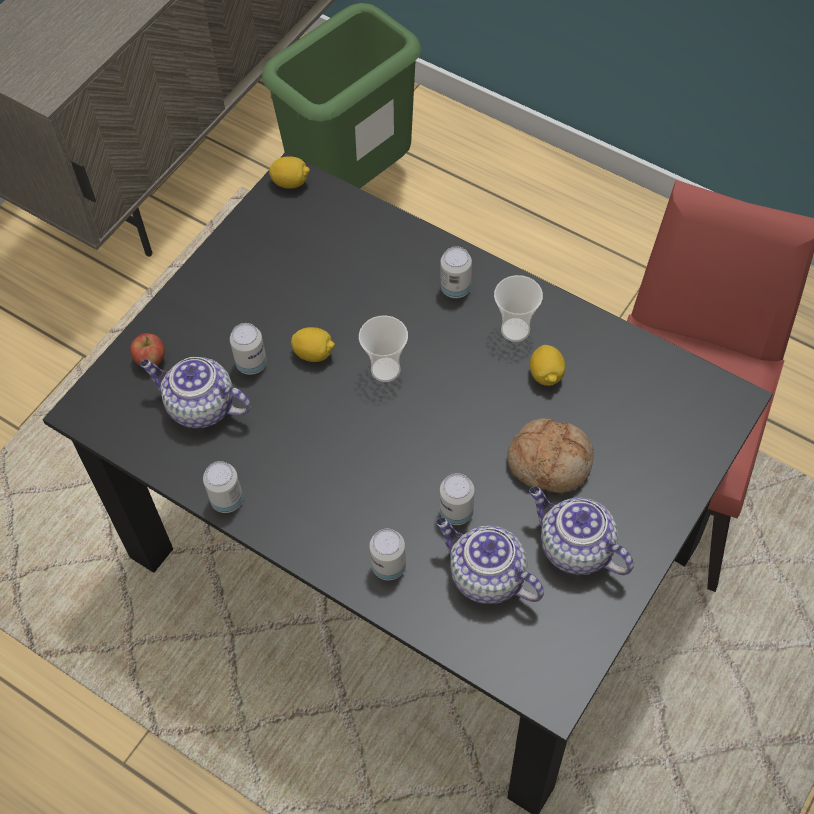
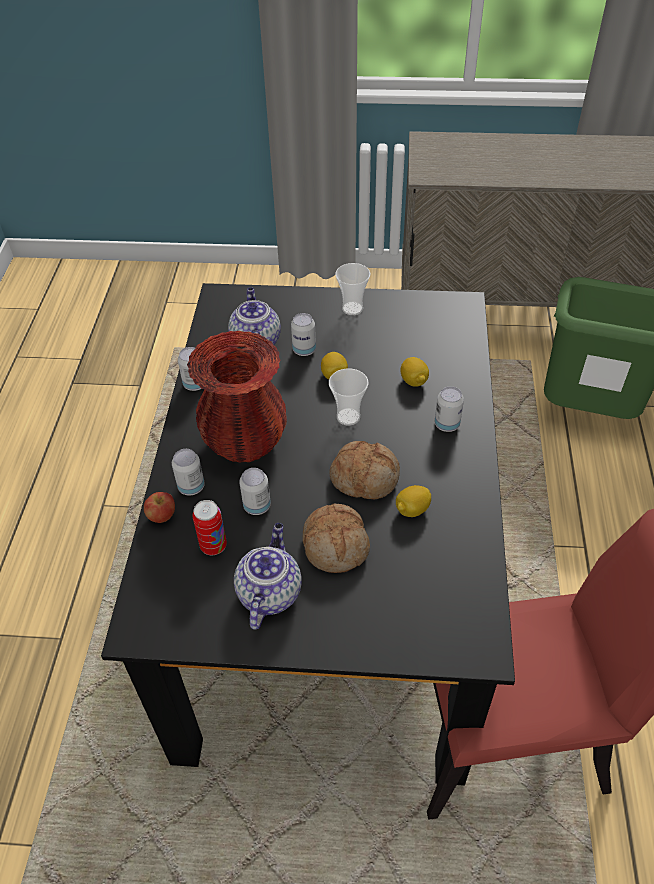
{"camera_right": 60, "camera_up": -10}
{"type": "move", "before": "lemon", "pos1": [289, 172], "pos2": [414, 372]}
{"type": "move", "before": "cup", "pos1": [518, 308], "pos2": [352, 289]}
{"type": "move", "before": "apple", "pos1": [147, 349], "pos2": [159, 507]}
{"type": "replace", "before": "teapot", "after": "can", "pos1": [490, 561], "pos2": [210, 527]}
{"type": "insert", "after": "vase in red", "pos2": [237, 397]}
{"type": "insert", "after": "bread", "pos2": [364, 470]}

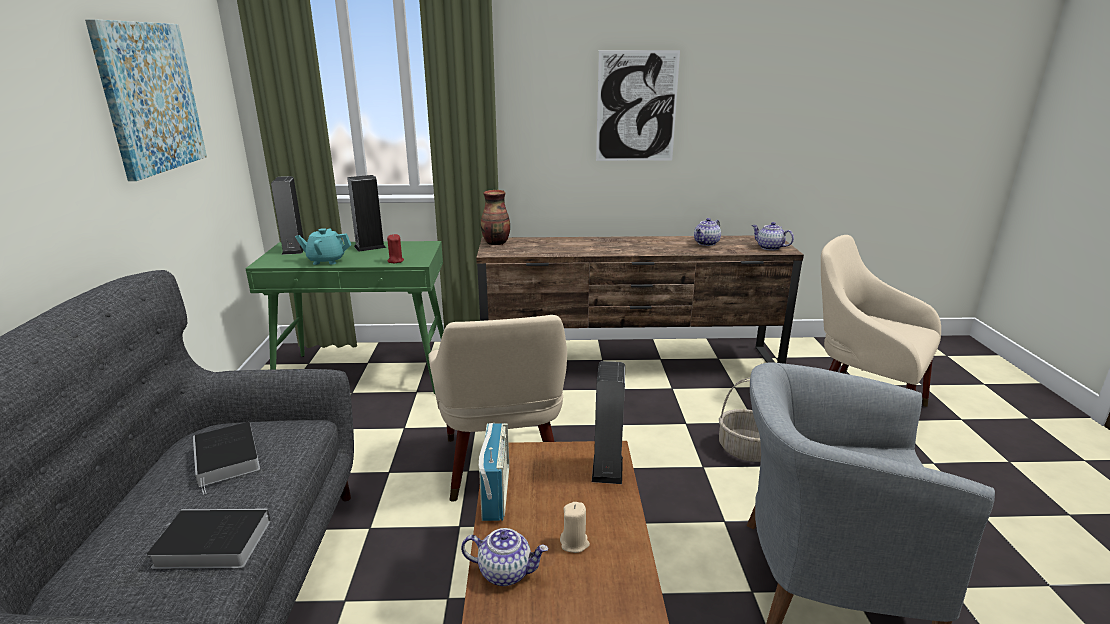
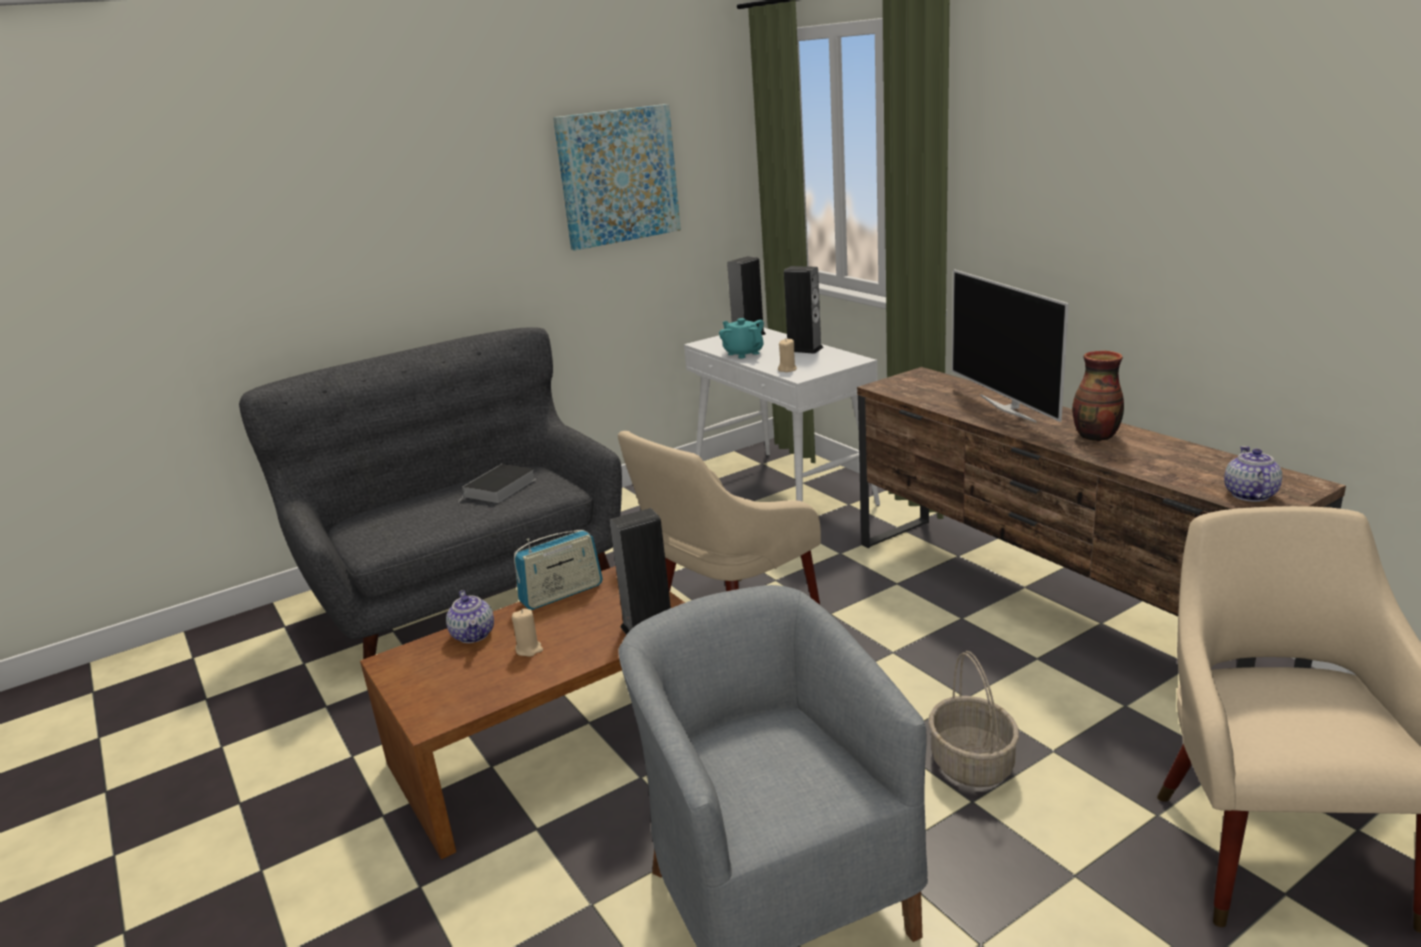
{"camera_right": 60, "camera_up": 0}
{"type": "delete", "before": "picture", "pos1": [638, 105]}
{"type": "move", "before": "vase", "pos1": [495, 217], "pos2": [1098, 396]}
{"type": "delete", "before": "teapot", "pos1": [707, 232]}
{"type": "recolor", "before": "candle in red", "after": "candle in beige", "pos1": [395, 248], "pos2": [787, 355]}
{"type": "recolor", "before": "console table in green", "after": "console table in white", "pos1": [344, 317], "pos2": [782, 417]}
{"type": "delete", "before": "book", "pos1": [209, 539]}
{"type": "insert", "after": "television", "pos2": [1010, 346]}

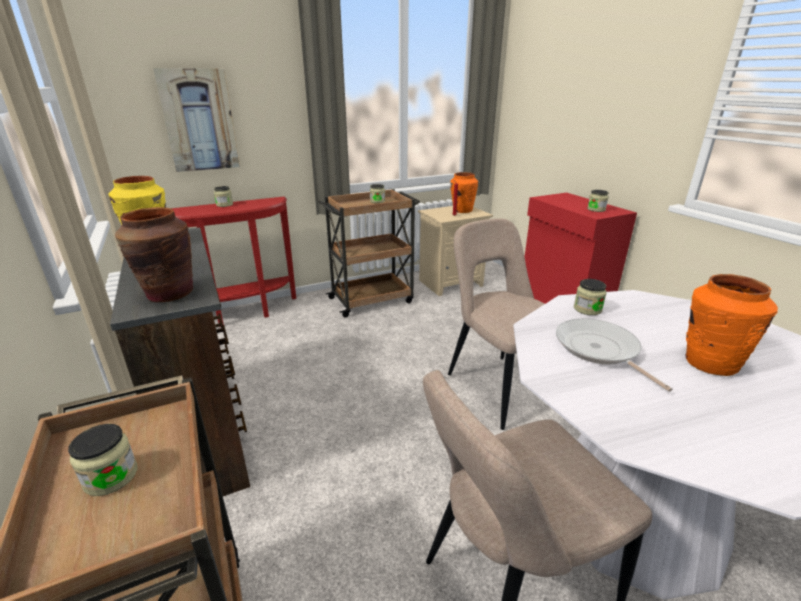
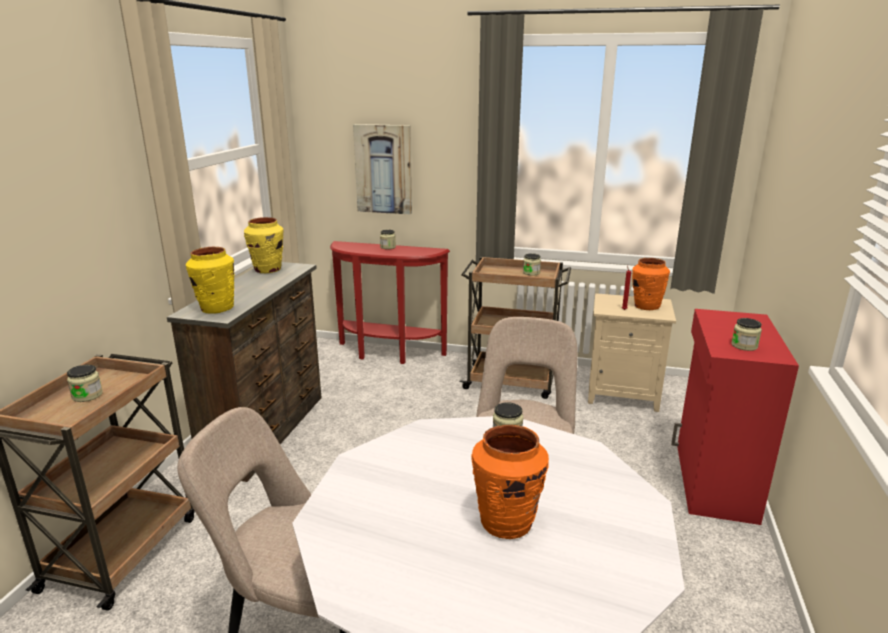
{"camera_right": 40, "camera_up": -5}
{"type": "recolor", "before": "vase in brown", "after": "vase in yellow", "pos1": [154, 254], "pos2": [210, 280]}
{"type": "delete", "before": "frying pan", "pos1": [614, 355]}

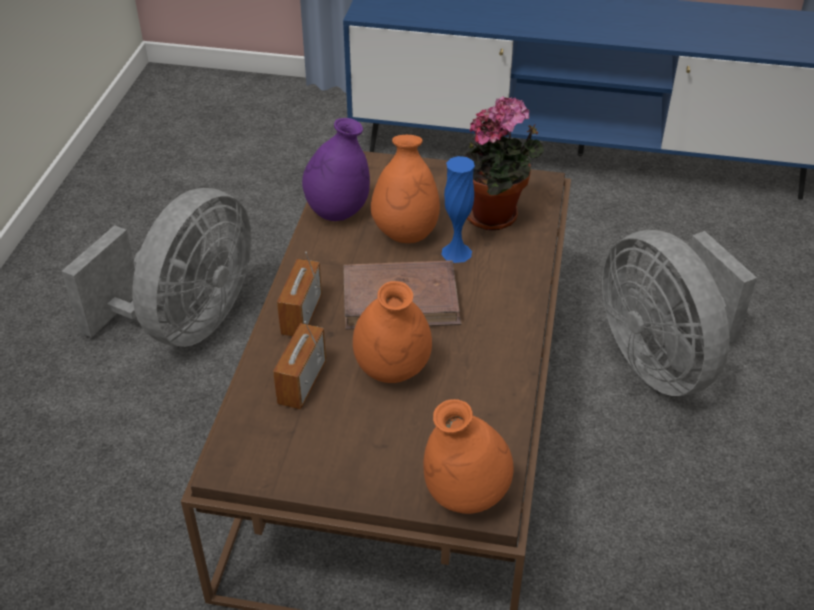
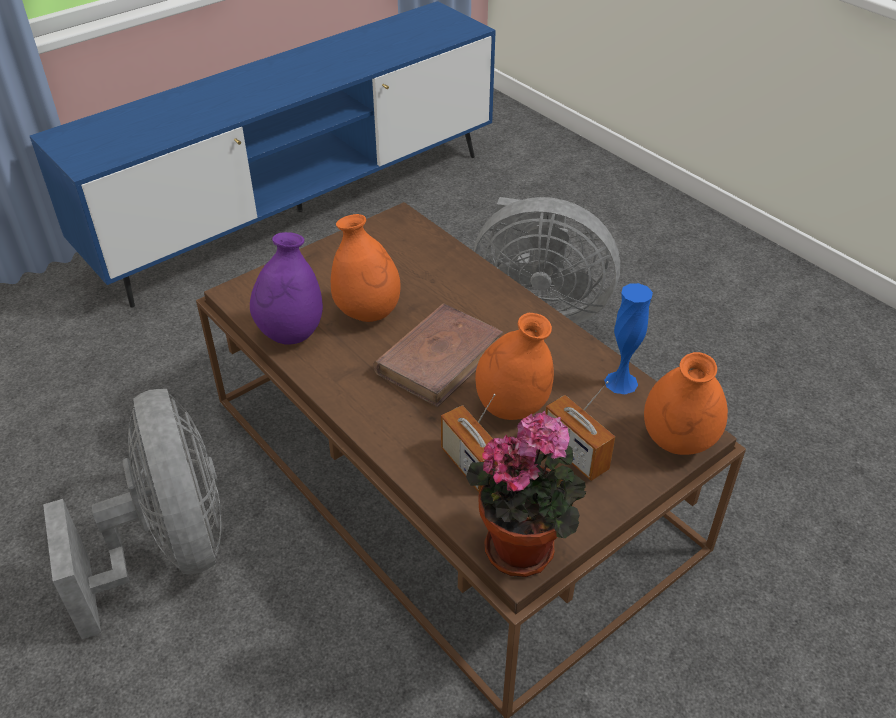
{"camera_right": -50, "camera_up": 0}
{"type": "move", "before": "potted plant", "pos1": [504, 163], "pos2": [526, 494]}
{"type": "move", "before": "vase in blue", "pos1": [458, 209], "pos2": [628, 338]}
{"type": "move", "before": "radio", "pos1": [299, 294], "pos2": [580, 431]}

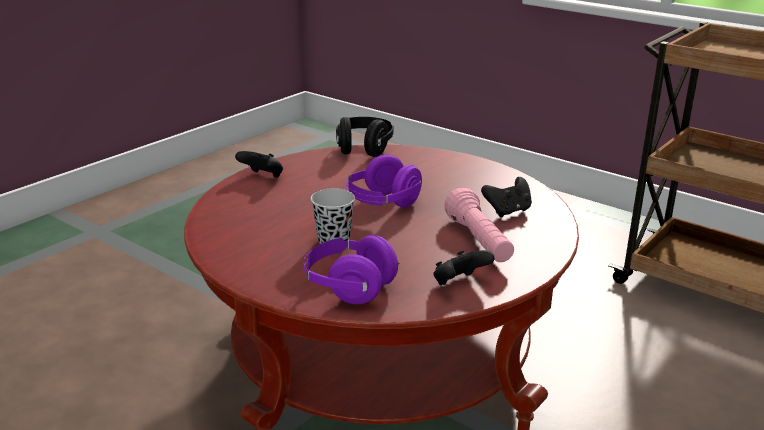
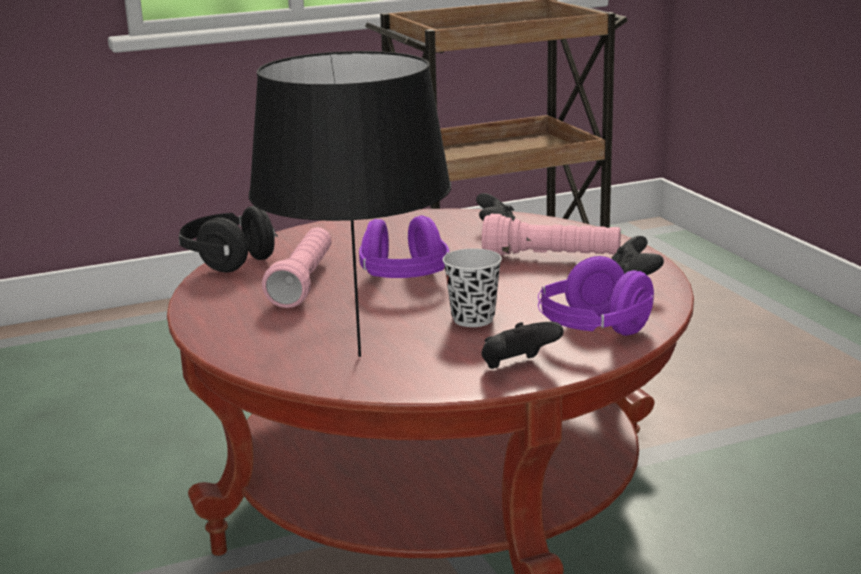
{"camera_right": -60, "camera_up": -5}
{"type": "move", "before": "game controller in black", "pos1": [259, 164], "pos2": [522, 345]}
{"type": "insert", "after": "table lamp in black", "pos2": [350, 204]}
{"type": "insert", "after": "flashlight in pink", "pos2": [297, 267]}

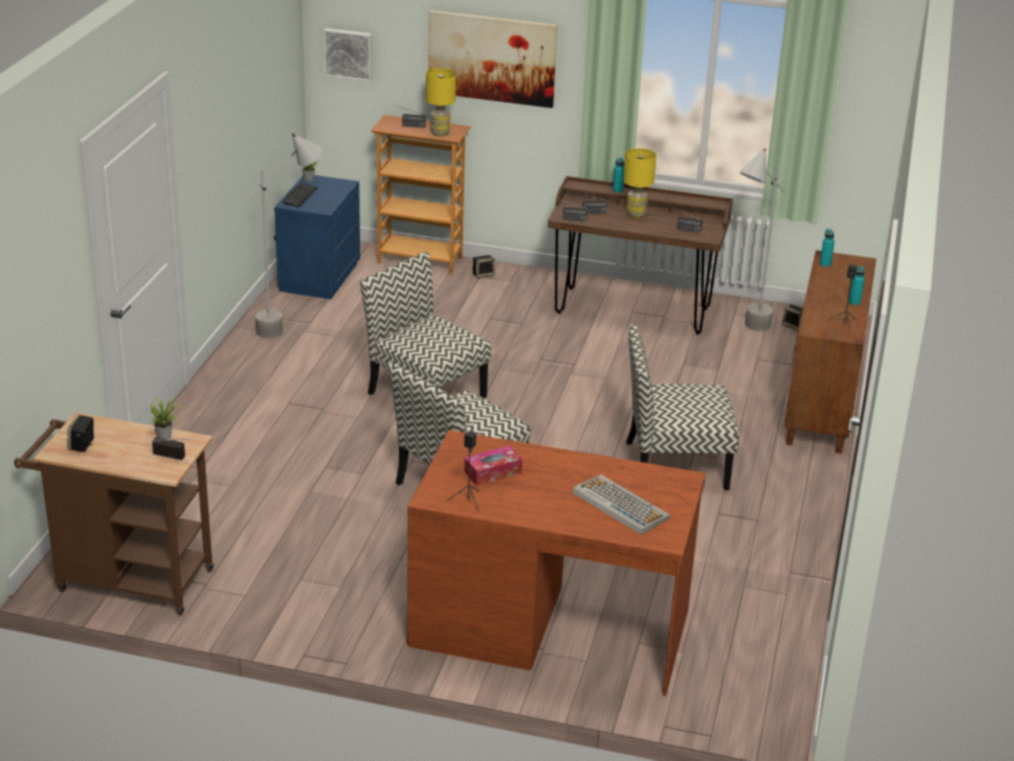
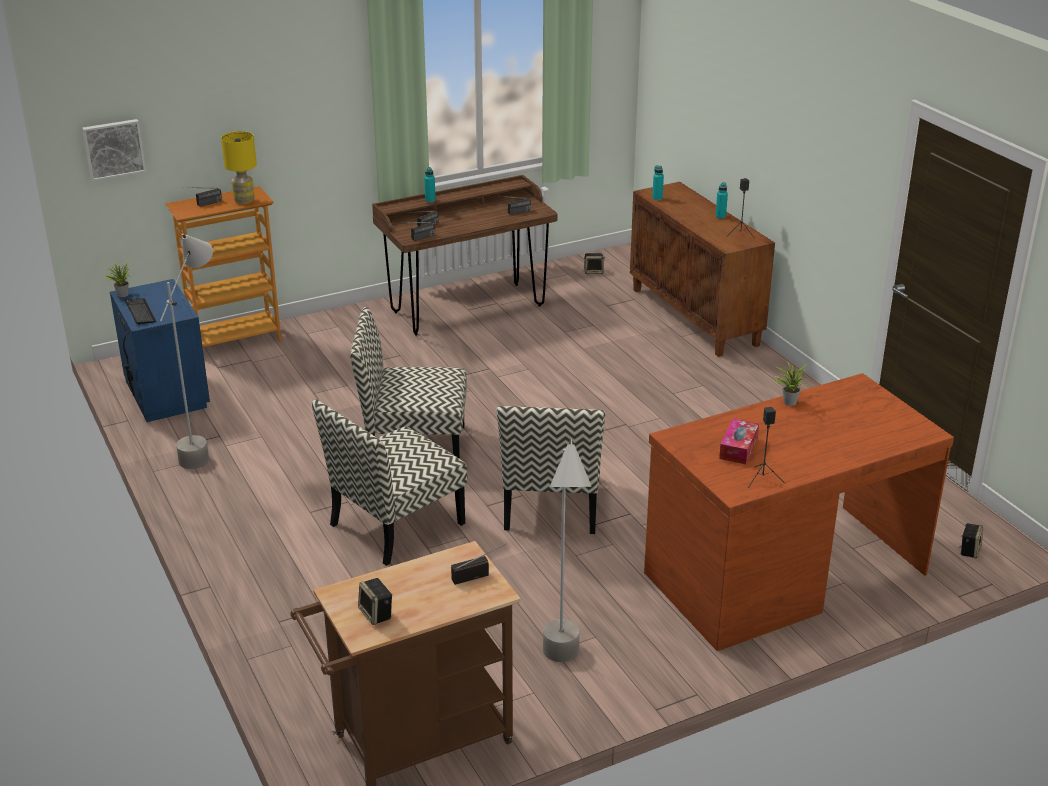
{"camera_right": -40, "camera_up": 0}
{"type": "delete", "before": "picture", "pos1": [492, 59]}
{"type": "delete", "before": "table lamp in yellow", "pos1": [639, 183]}
{"type": "move", "before": "floor lamp in grey", "pos1": [762, 239], "pos2": [567, 550]}
{"type": "move", "before": "speaker", "pos1": [484, 267], "pos2": [971, 540]}
{"type": "move", "before": "chair", "pos1": [682, 407], "pos2": [389, 483]}
{"type": "move", "before": "potted plant", "pos1": [164, 418], "pos2": [790, 383]}
{"type": "delete", "before": "keyboard", "pos1": [622, 505]}

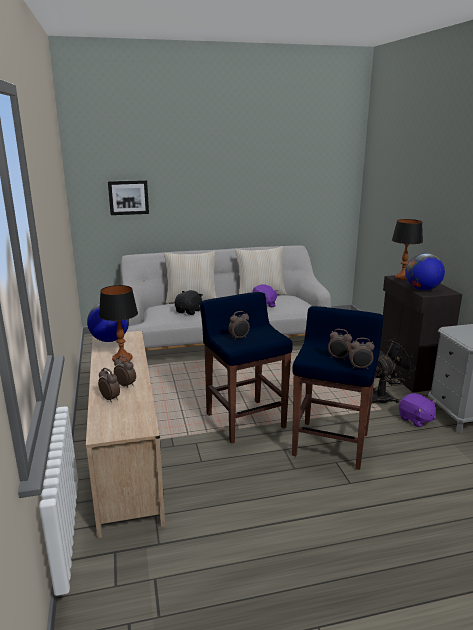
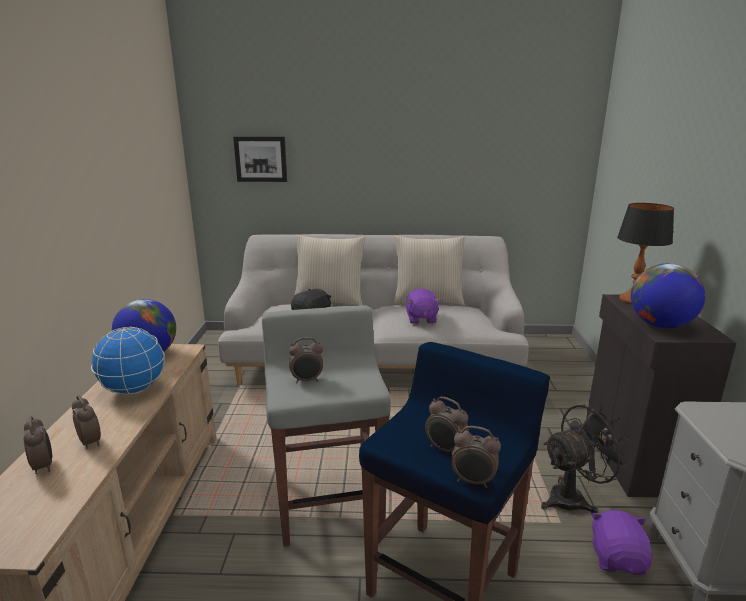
{"camera_right": 15, "camera_up": 0}
{"type": "replace", "before": "table lamp", "after": "globe", "pos1": [118, 324], "pos2": [128, 361]}
{"type": "recolor", "before": "stool in blue", "after": "stool in grey", "pos1": [246, 368], "pos2": [326, 426]}
{"type": "rotate", "before": "plush toy in purple", "pos1": [418, 410], "pos2": [621, 542], "turn": -150}

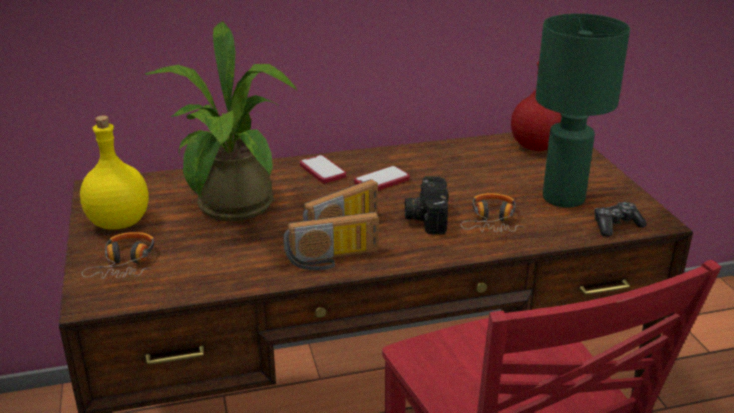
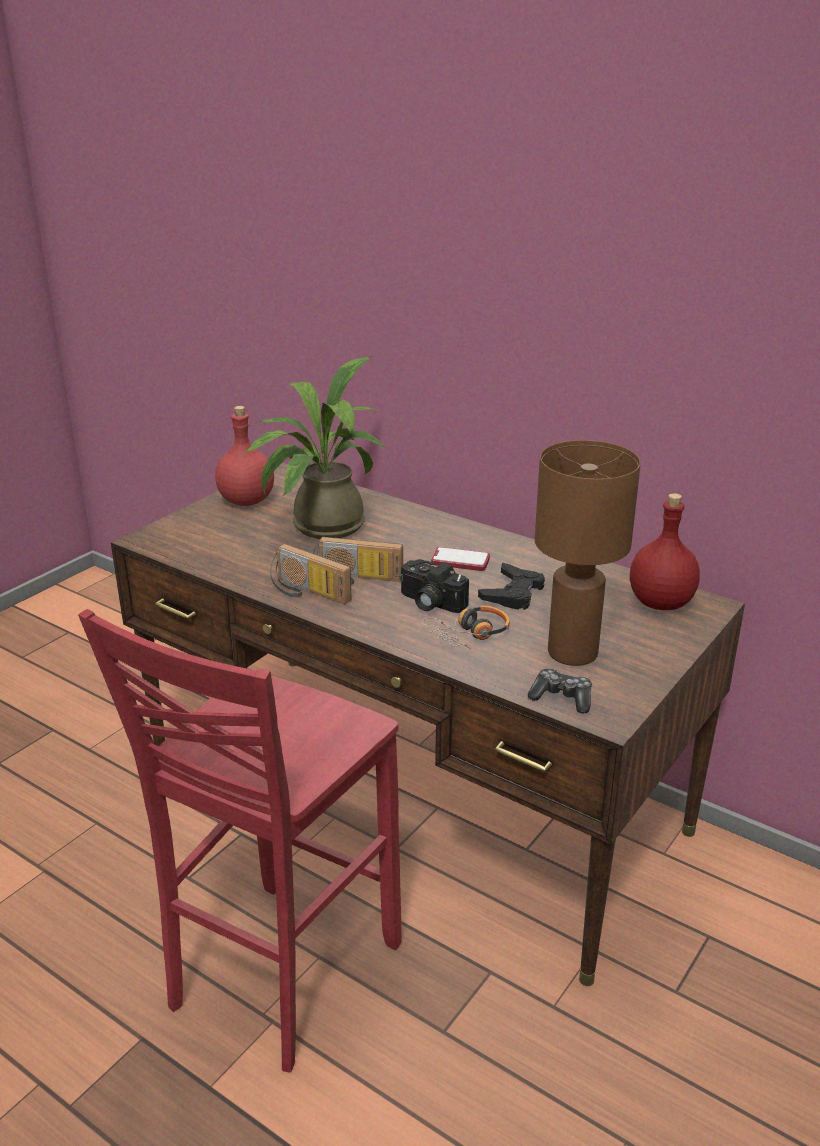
{"camera_right": 50, "camera_up": 0}
{"type": "recolor", "before": "table lamp in green", "after": "table lamp in brown", "pos1": [583, 110], "pos2": [588, 553]}
{"type": "recolor", "before": "bottle in yellow", "after": "bottle in red", "pos1": [114, 173], "pos2": [244, 456]}
{"type": "delete", "before": "phone", "pos1": [323, 169]}
{"type": "rotate", "before": "photo camera", "pos1": [427, 205], "pos2": [434, 586], "turn": -105}
{"type": "delete", "before": "headphones", "pos1": [118, 255]}
{"type": "insert", "after": "game controller in black", "pos2": [511, 586]}

